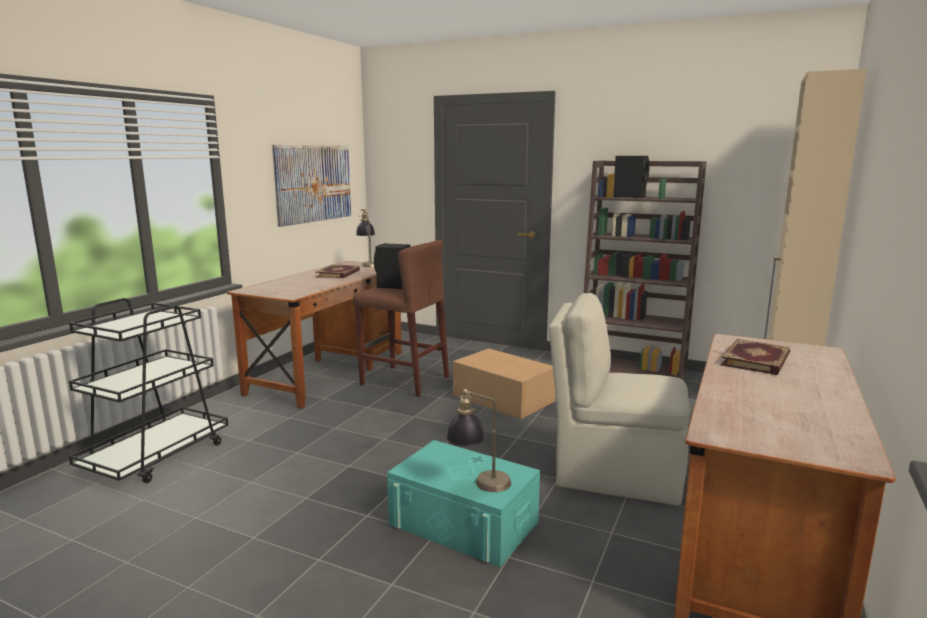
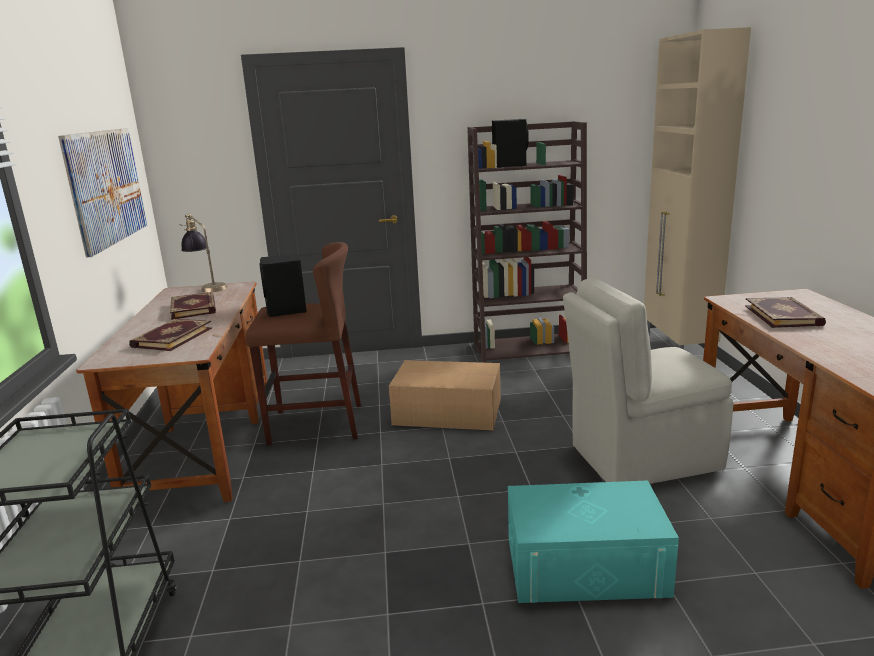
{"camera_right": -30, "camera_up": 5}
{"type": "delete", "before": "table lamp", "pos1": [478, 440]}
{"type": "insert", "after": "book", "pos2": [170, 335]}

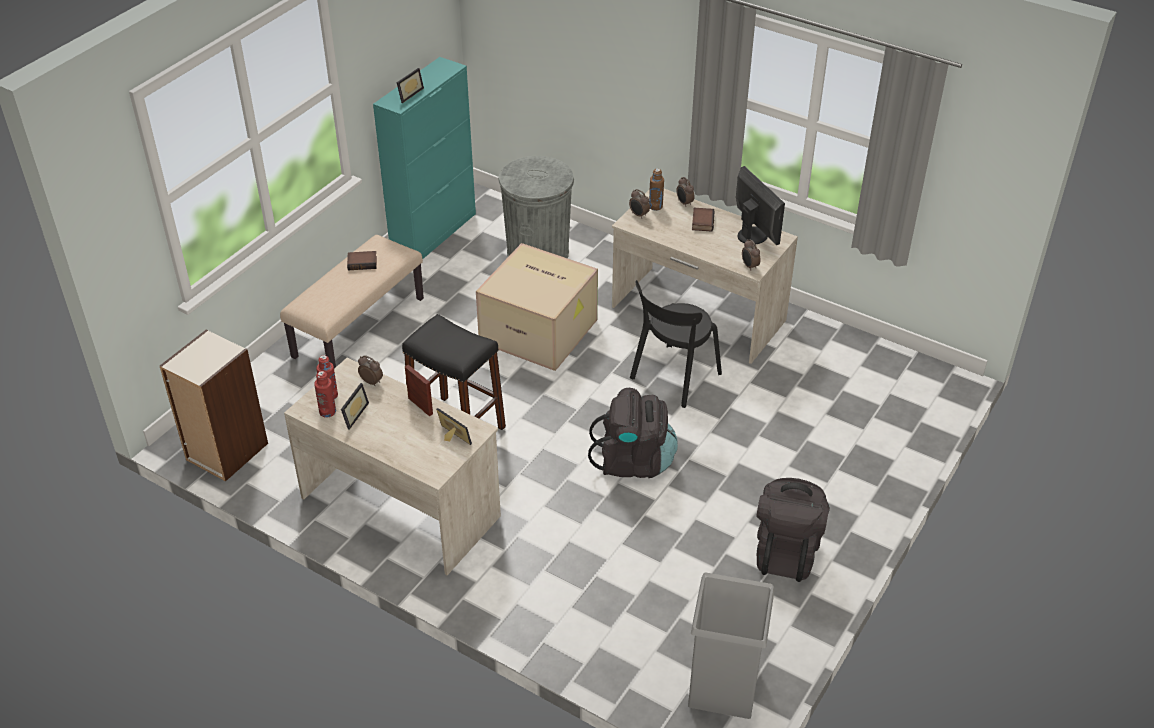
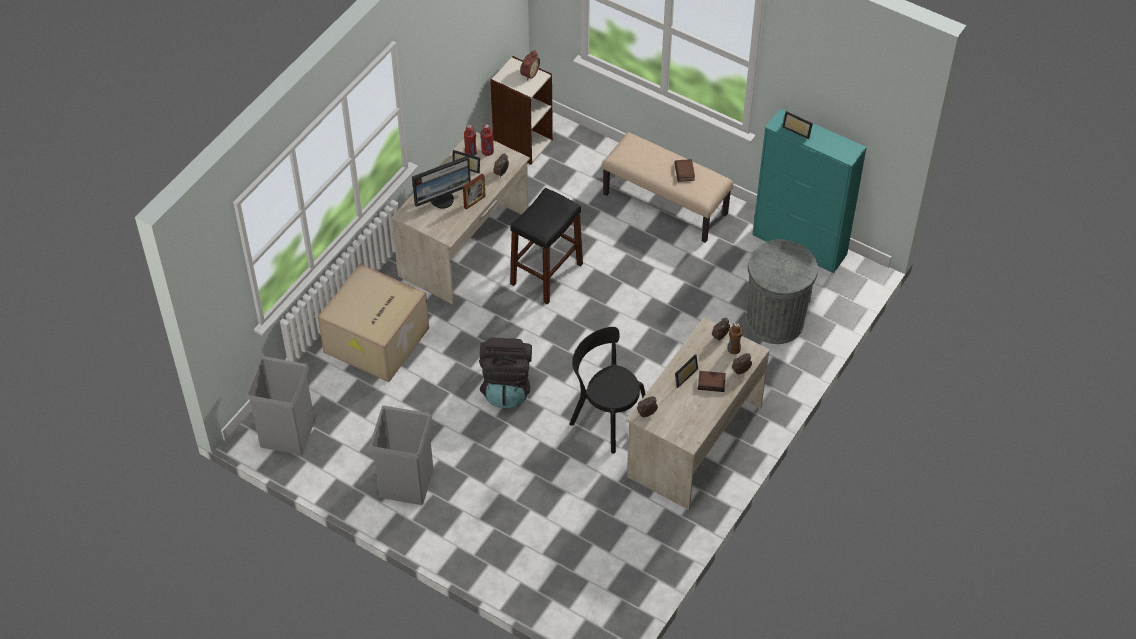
{"camera_right": 90, "camera_up": 10}
{"type": "move", "before": "monitor", "pos1": [760, 205], "pos2": [441, 182]}
{"type": "move", "before": "cardboard box", "pos1": [537, 307], "pos2": [373, 323]}
{"type": "move", "before": "picture frame", "pos1": [454, 426], "pos2": [686, 371]}
{"type": "replace", "before": "backpack in black", "after": "trash can in grey", "pos1": [793, 530], "pos2": [401, 455]}
{"type": "insert", "after": "alarm clock", "pos2": [530, 65]}

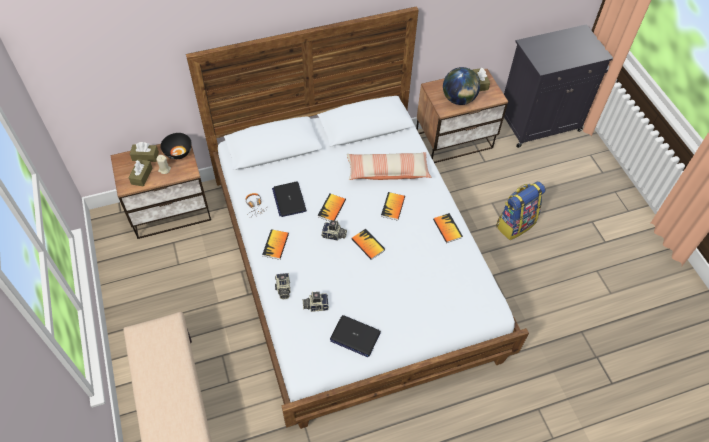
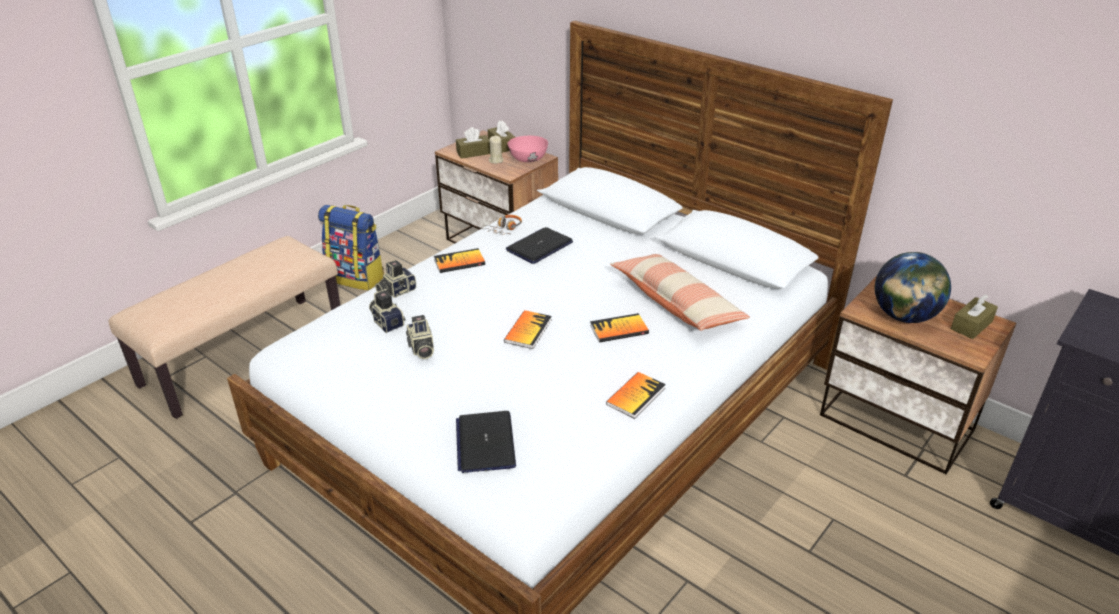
{"camera_right": 60, "camera_up": -20}
{"type": "recolor", "before": "bowl in black", "after": "bowl in pink", "pos1": [176, 146], "pos2": [528, 149]}
{"type": "move", "before": "backpack", "pos1": [521, 210], "pos2": [351, 247]}
{"type": "delete", "before": "book", "pos1": [332, 207]}
{"type": "move", "before": "photo camera", "pos1": [334, 230], "pos2": [420, 337]}
{"type": "move", "before": "laptop", "pos1": [355, 336], "pos2": [486, 442]}

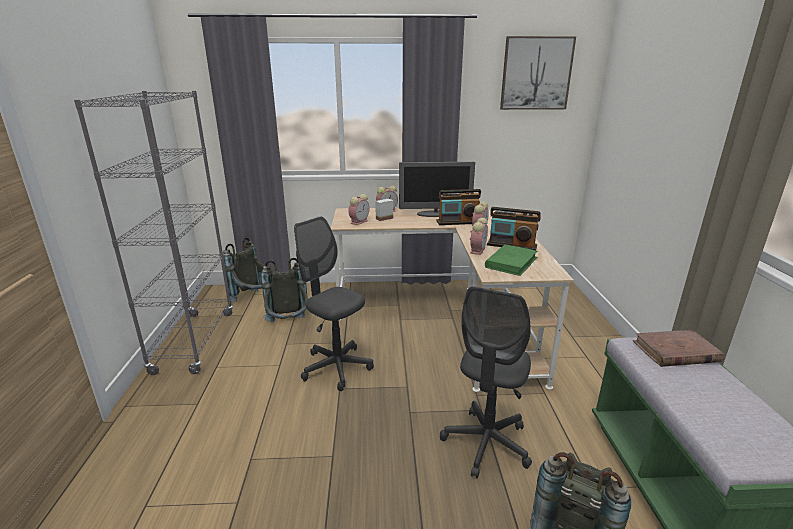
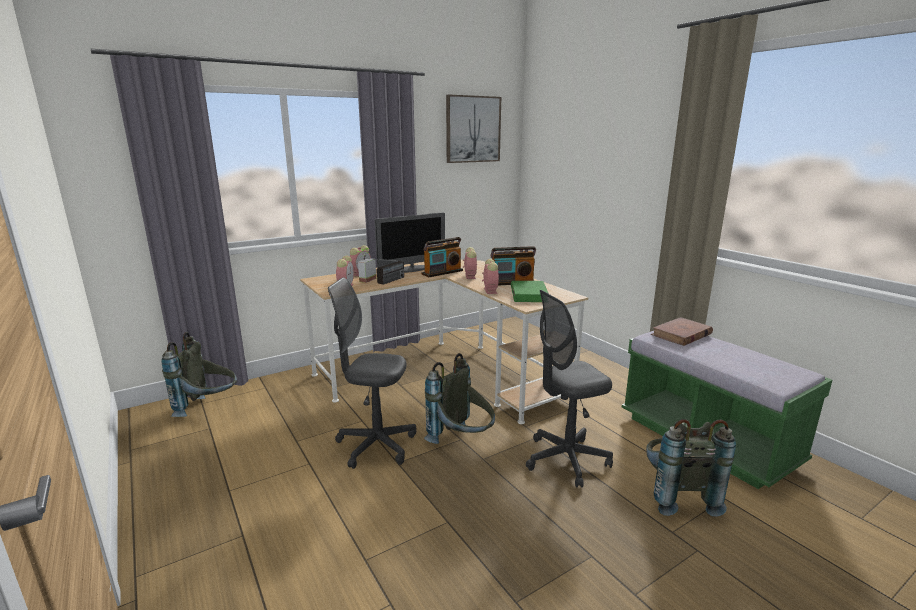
{"camera_right": -30, "camera_up": -5}
{"type": "delete", "before": "bookcase in grey", "pos1": [153, 233]}
{"type": "move", "before": "backpack in grey", "pos1": [284, 290], "pos2": [459, 398]}
{"type": "rotate", "before": "office chair in grey", "pos1": [486, 382], "pos2": [569, 389], "turn": 75}
{"type": "insert", "after": "radio", "pos2": [384, 271]}

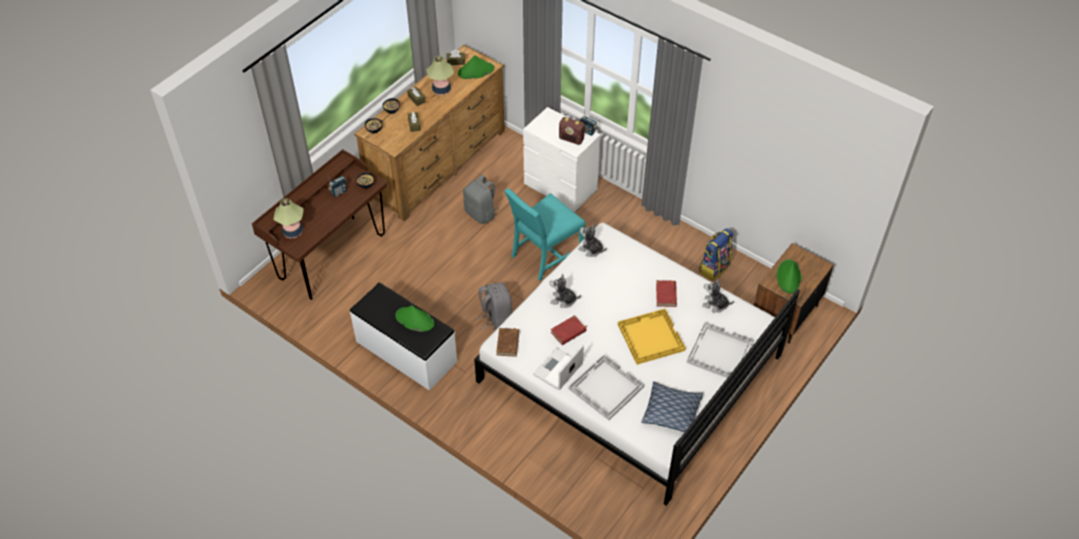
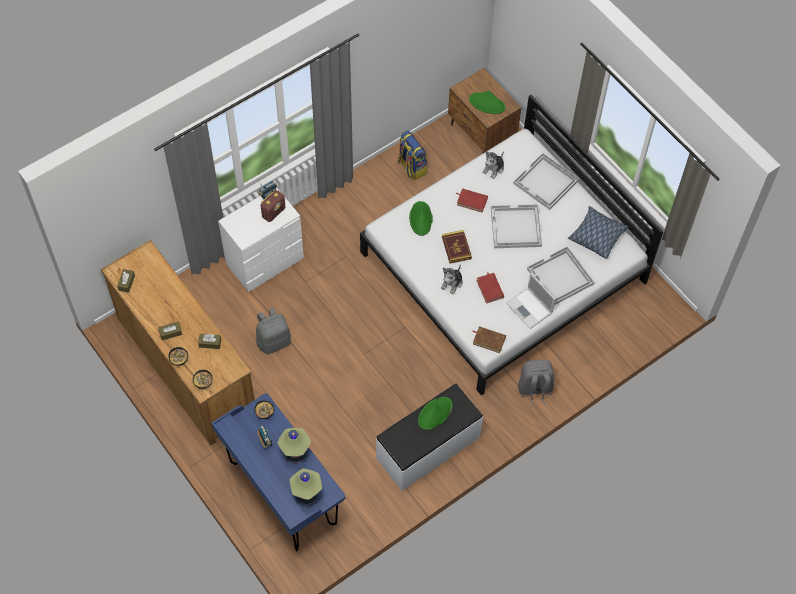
{"camera_right": -75, "camera_up": 10}
{"type": "move", "before": "hat in green", "pos1": [476, 67], "pos2": [421, 218]}
{"type": "move", "before": "table lamp", "pos1": [440, 75], "pos2": [294, 445]}
{"type": "recolor", "before": "desk in brown", "after": "desk in blue", "pos1": [319, 224], "pos2": [278, 472]}
{"type": "delete", "before": "chair in turquoise", "pos1": [545, 234]}
{"type": "delete", "before": "plush toy", "pos1": [592, 240]}
{"type": "move", "before": "backpack in grey", "pos1": [493, 306], "pos2": [536, 383]}
{"type": "recolor", "before": "tray in yellow", "after": "tray in white", "pos1": [652, 336], "pos2": [516, 226]}
{"type": "insert", "after": "book", "pos2": [457, 247]}

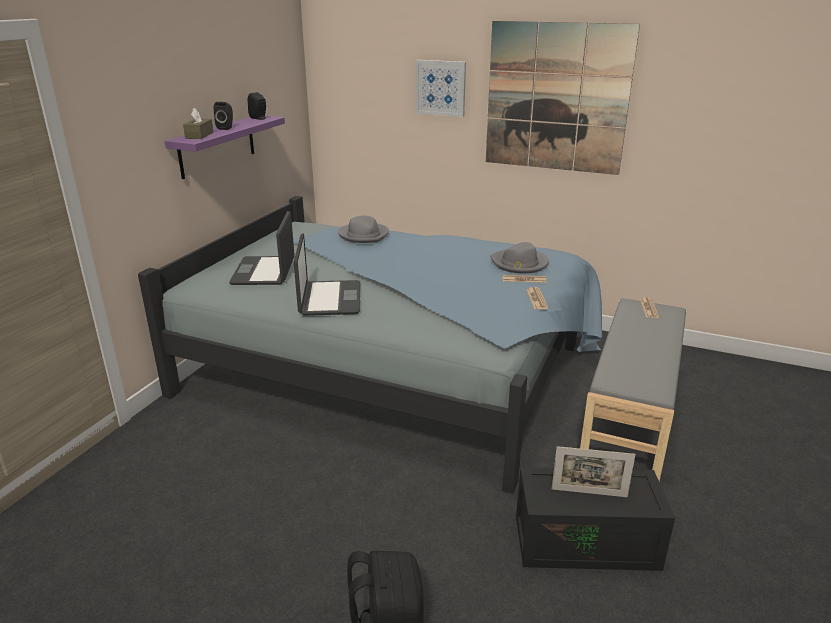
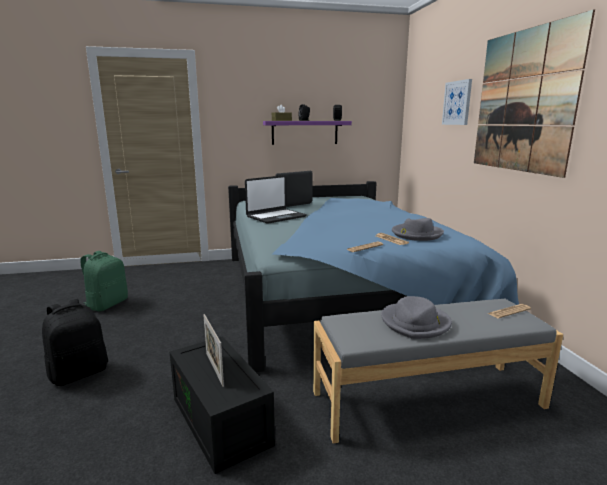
{"camera_right": 55, "camera_up": -10}
{"type": "move", "before": "hat in grey", "pos1": [363, 229], "pos2": [416, 317]}
{"type": "insert", "after": "backpack in green", "pos2": [104, 281]}

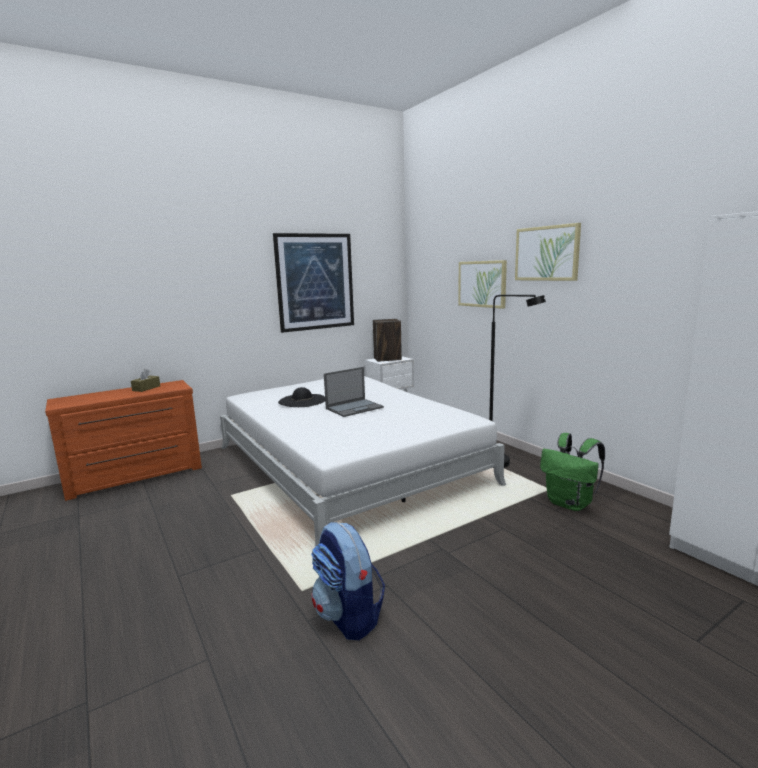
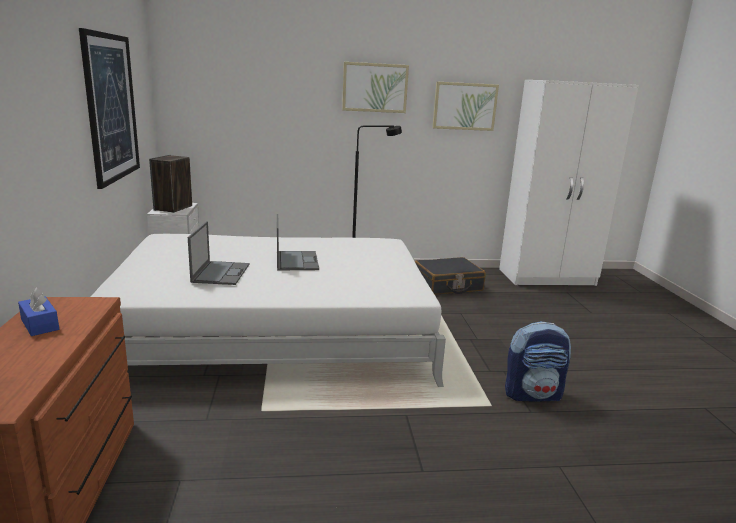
{"camera_right": -65, "camera_up": 5}
{"type": "move", "before": "picture", "pos1": [482, 284], "pos2": [466, 106]}
{"type": "recolor", "before": "tissue box in brown", "after": "tissue box in blue", "pos1": [145, 380], "pos2": [38, 312]}
{"type": "replace", "before": "hat in black", "after": "laptop", "pos1": [301, 397], "pos2": [218, 253]}
{"type": "replace", "before": "backpack in green", "after": "suitcase in black", "pos1": [572, 472], "pos2": [450, 276]}

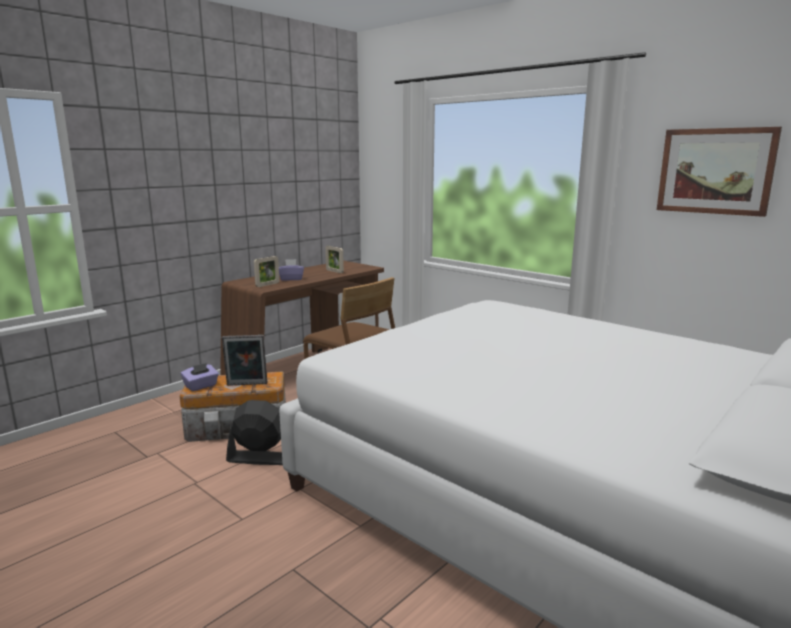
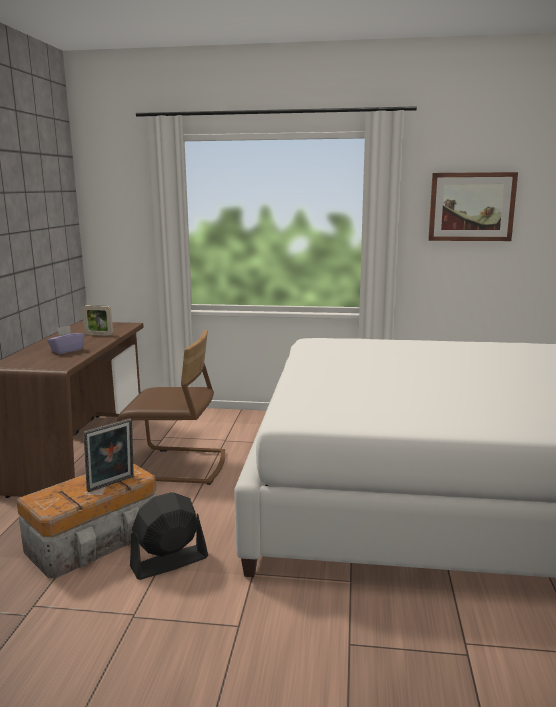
{"camera_right": -35, "camera_up": 0}
{"type": "delete", "before": "picture frame", "pos1": [266, 271]}
{"type": "delete", "before": "tissue box in purple", "pos1": [200, 377]}

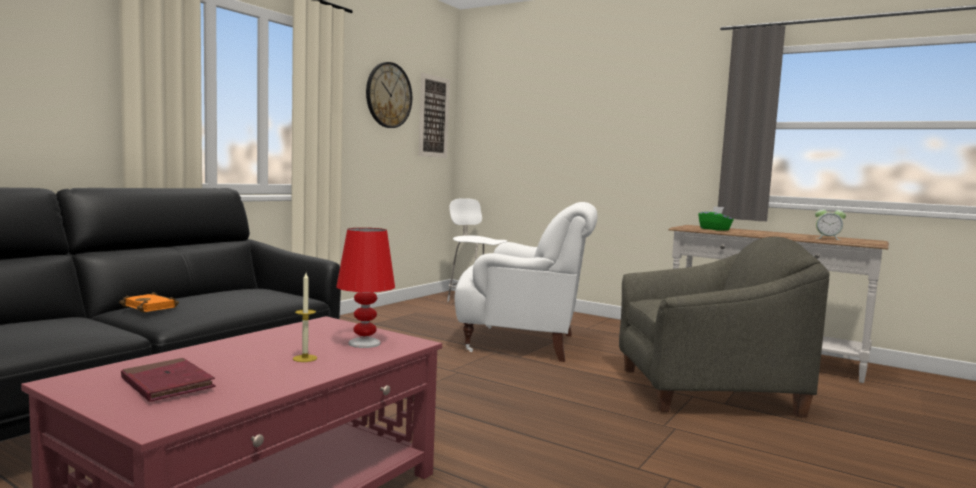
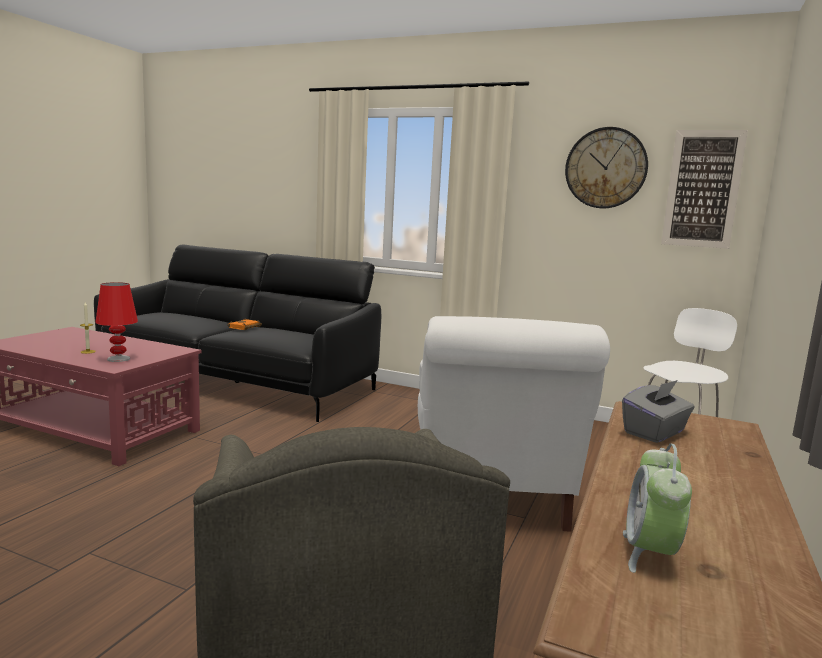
{"camera_right": 80, "camera_up": 5}
{"type": "recolor", "before": "tissue box in green", "after": "tissue box in grey", "pos1": [716, 218], "pos2": [658, 411]}
{"type": "delete", "before": "book in red", "pos1": [168, 380]}

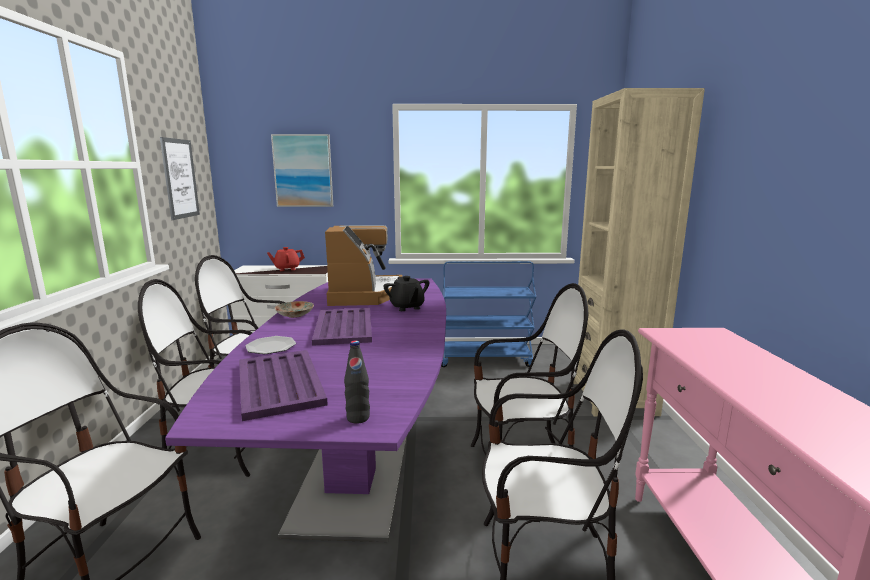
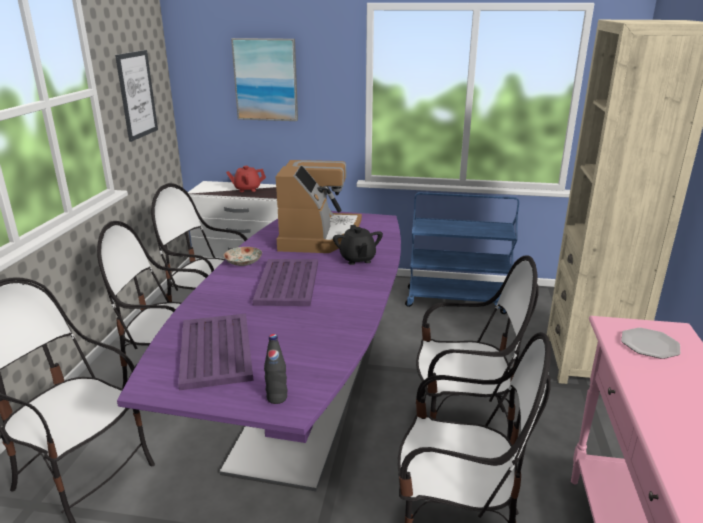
{"camera_right": 10, "camera_up": 10}
{"type": "move", "before": "plate", "pos1": [270, 345], "pos2": [650, 343]}

